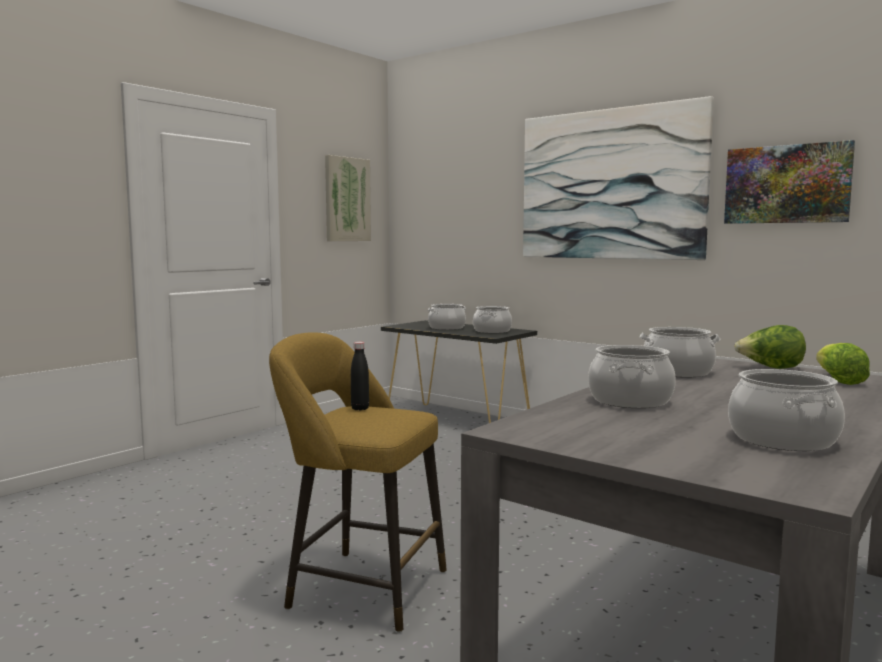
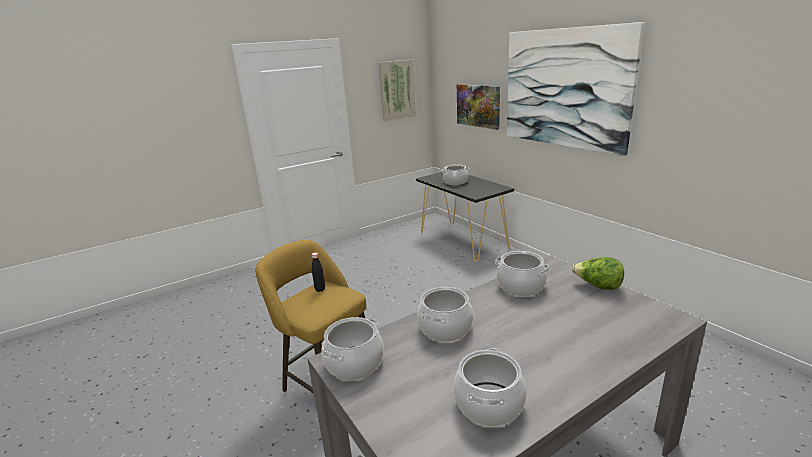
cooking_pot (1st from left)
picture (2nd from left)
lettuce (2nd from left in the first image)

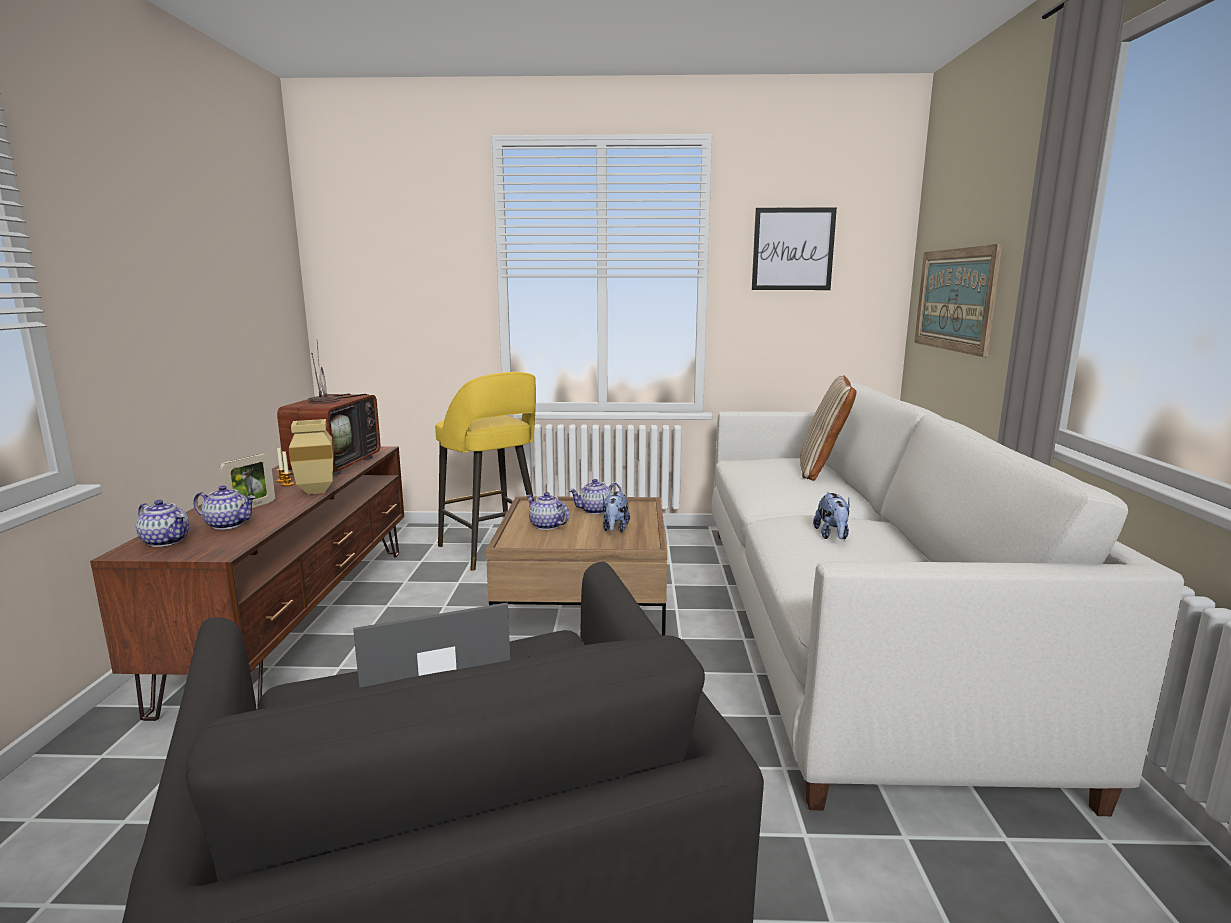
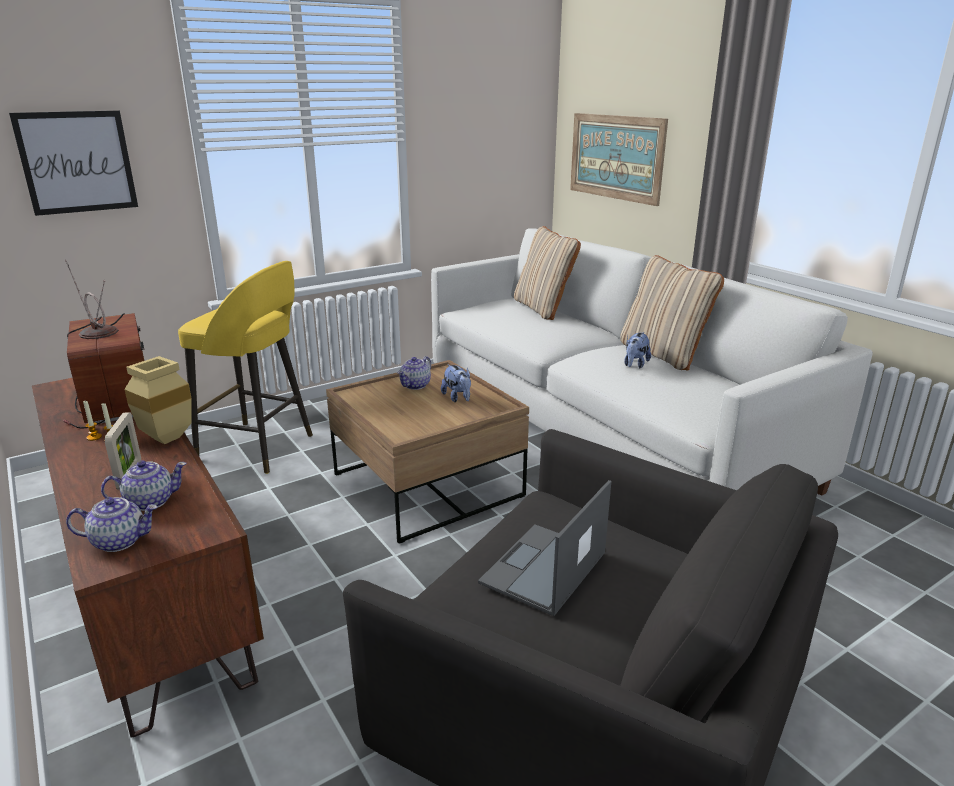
teapot (3rd from left in the first image)
picture (1st from left)
plush_toy (2nd from left)
beige_pillow (2nd from left)

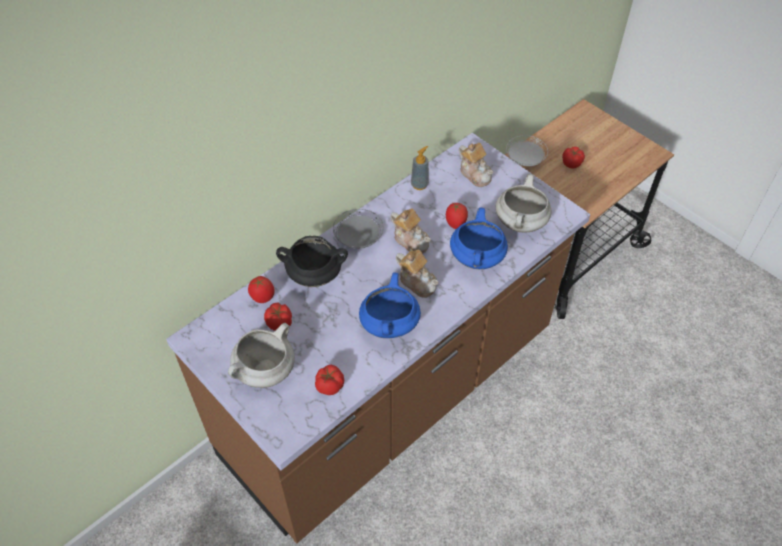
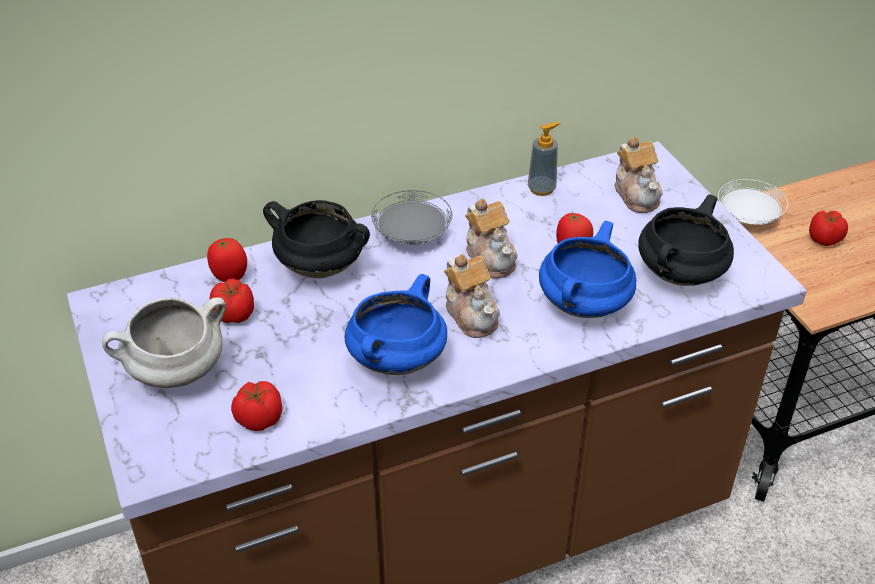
black_cooking_pot (2nd from left)

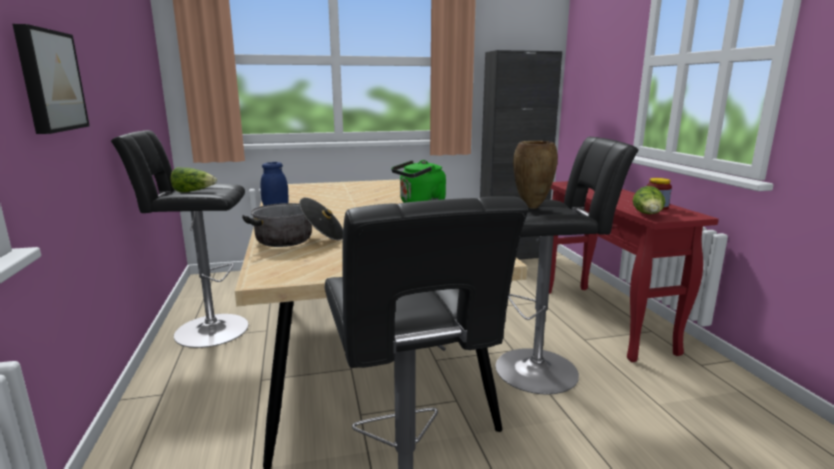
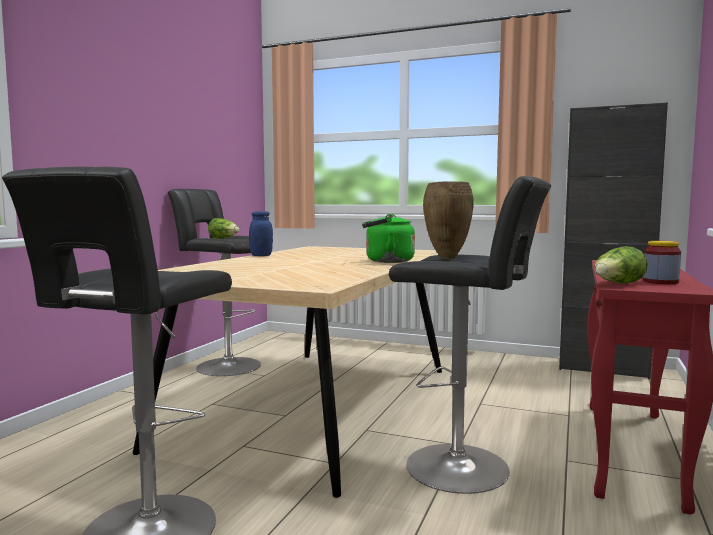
picture
cooking_pot

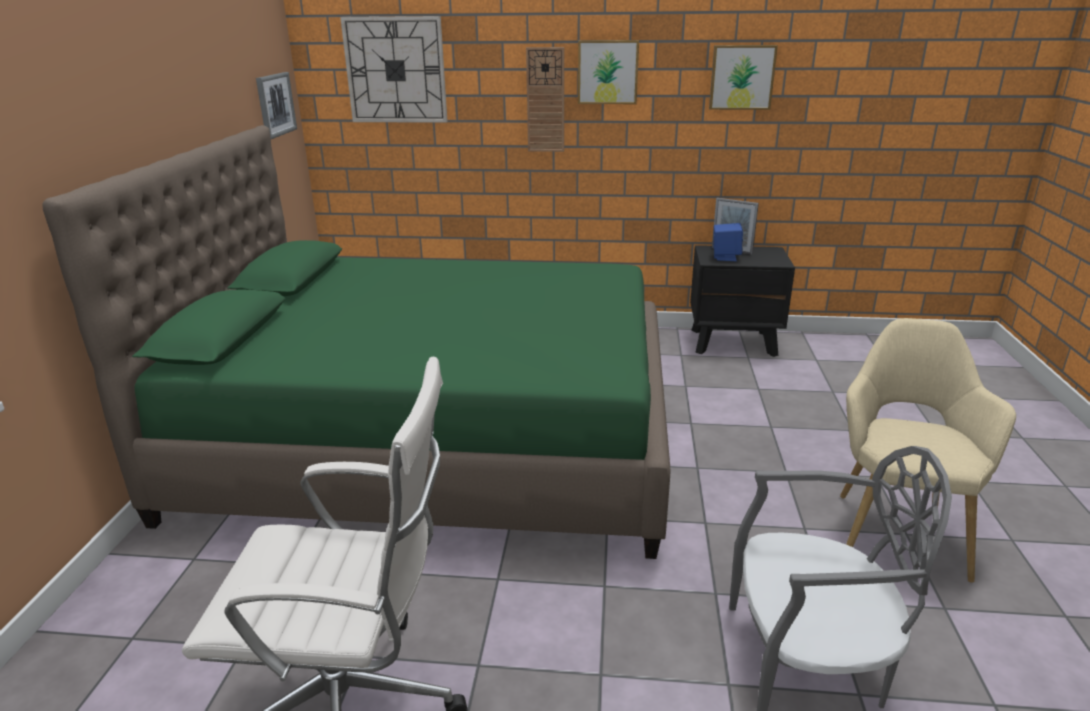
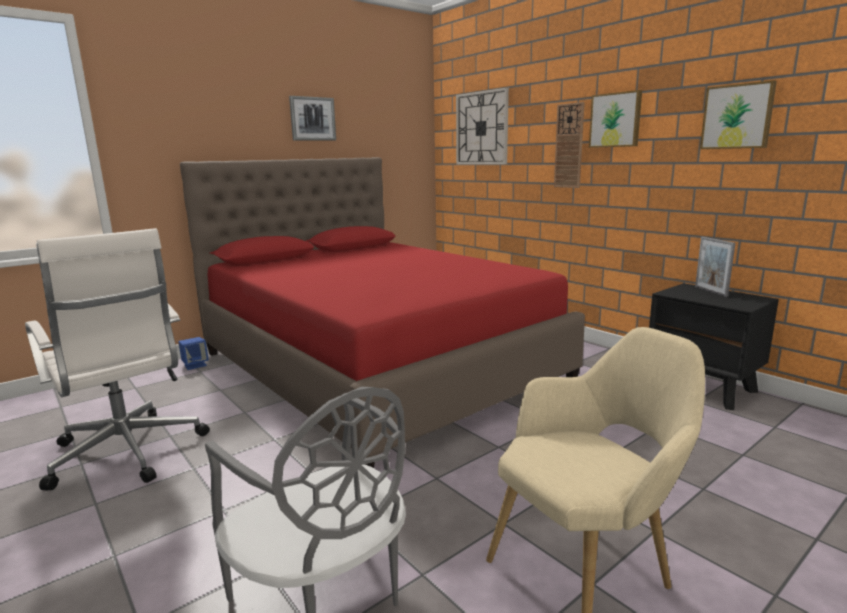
red_bed
picture (1st from left)
blue_speaker

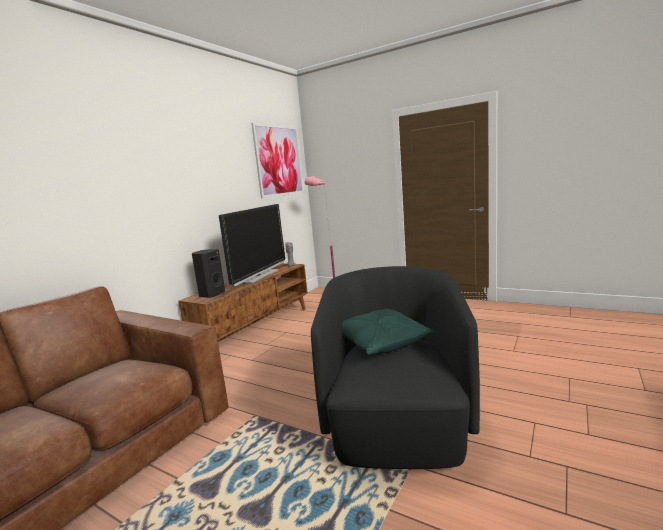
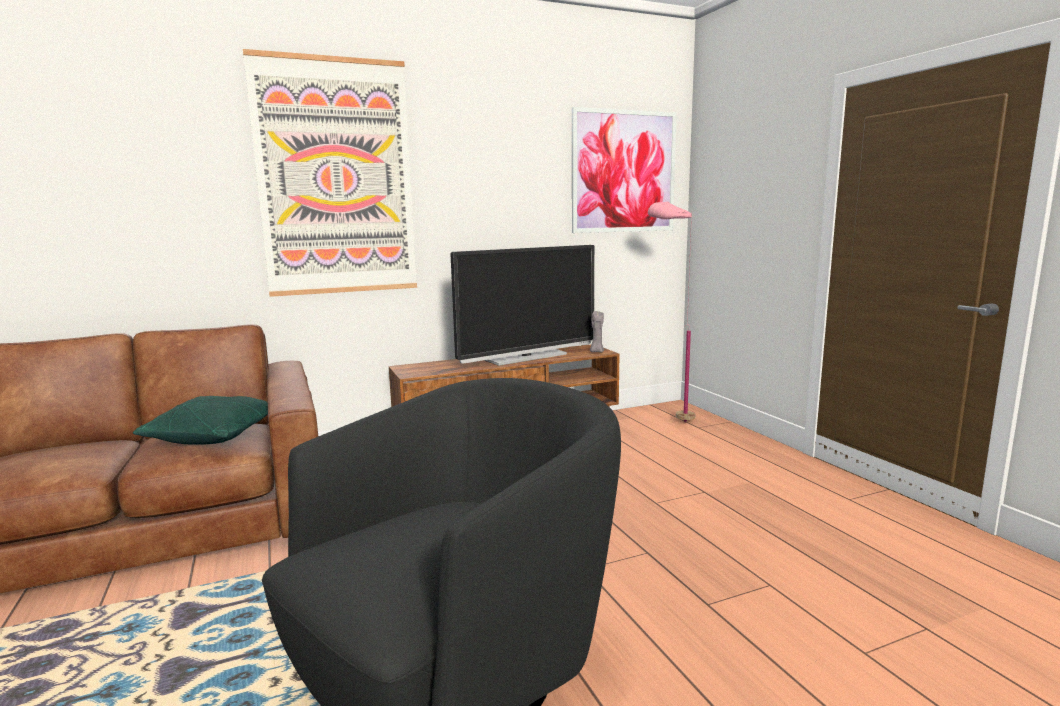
black_speaker
green_pillow
picture (1st from left)

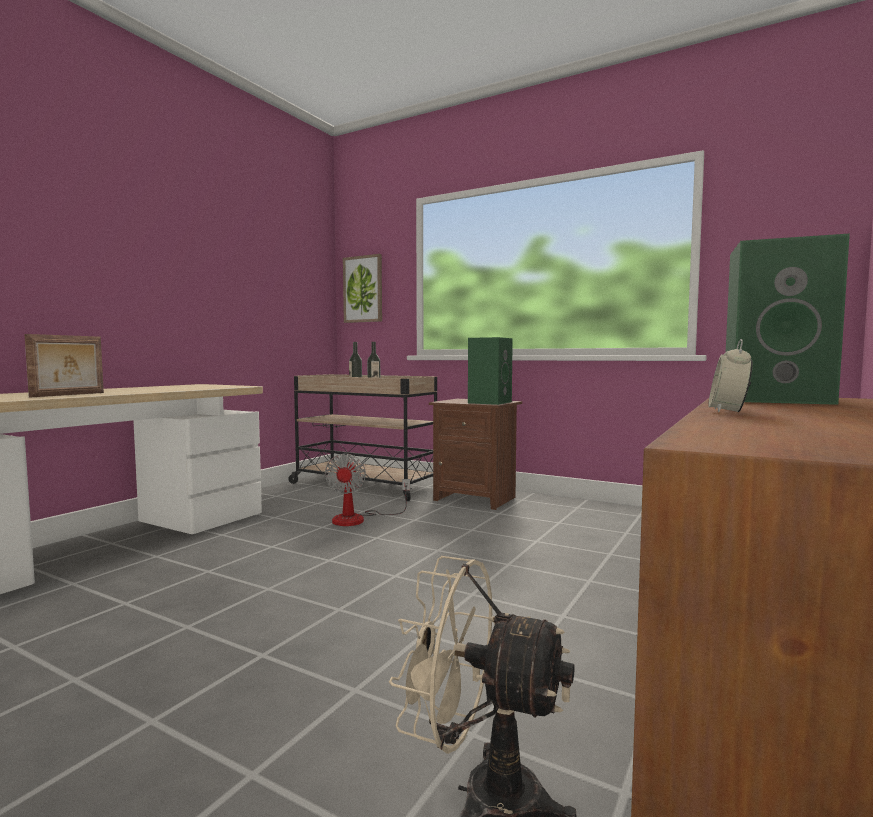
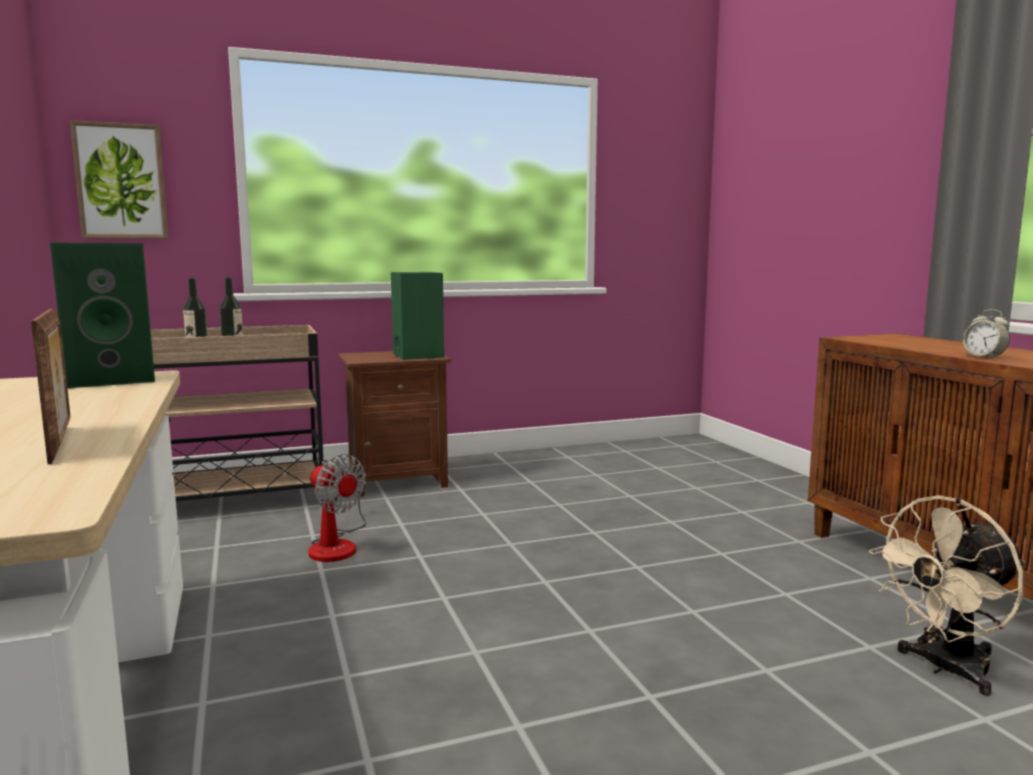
green_speaker (1st from left)

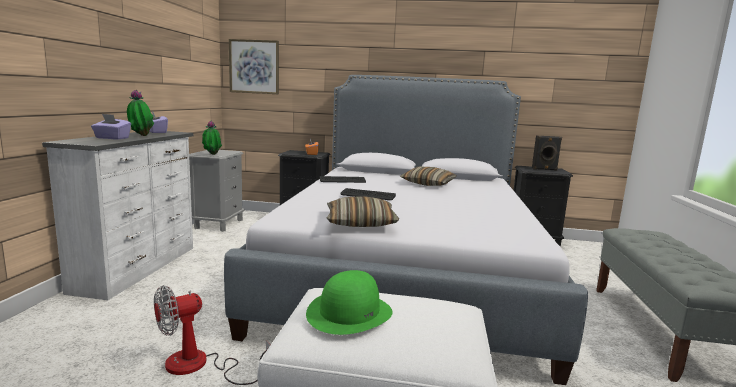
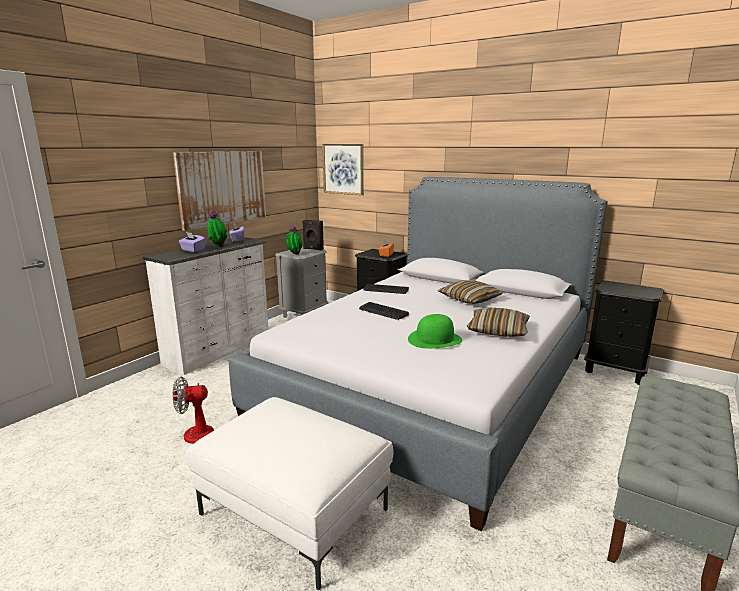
green_hat
pillow (2nd from left)
black_speaker
picture (1st from left)

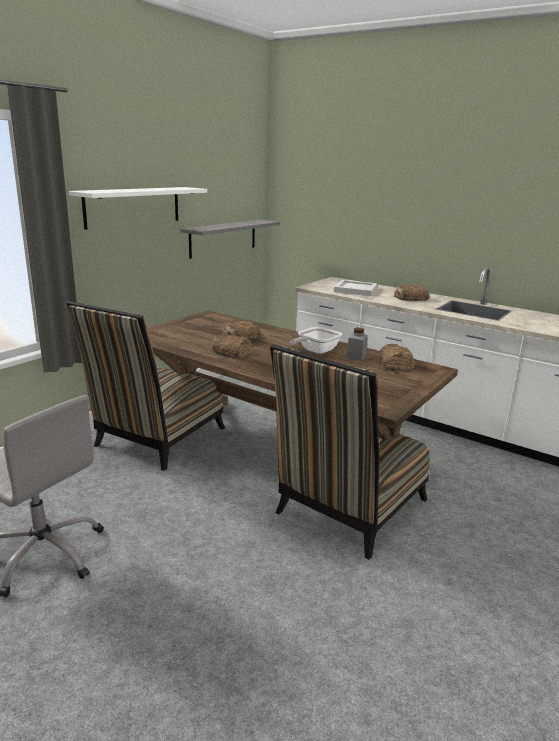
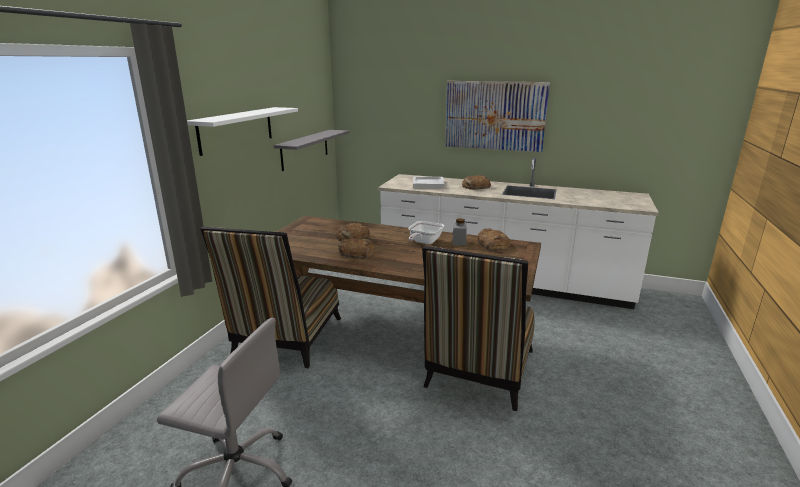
picture

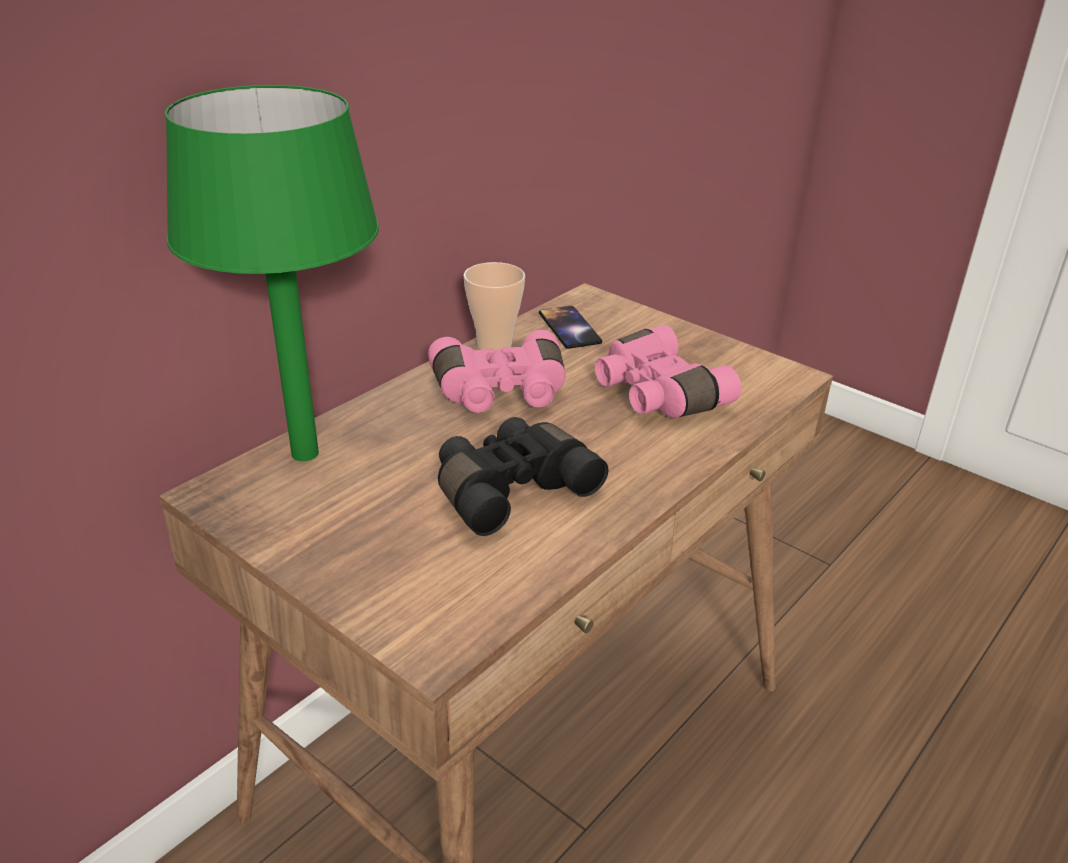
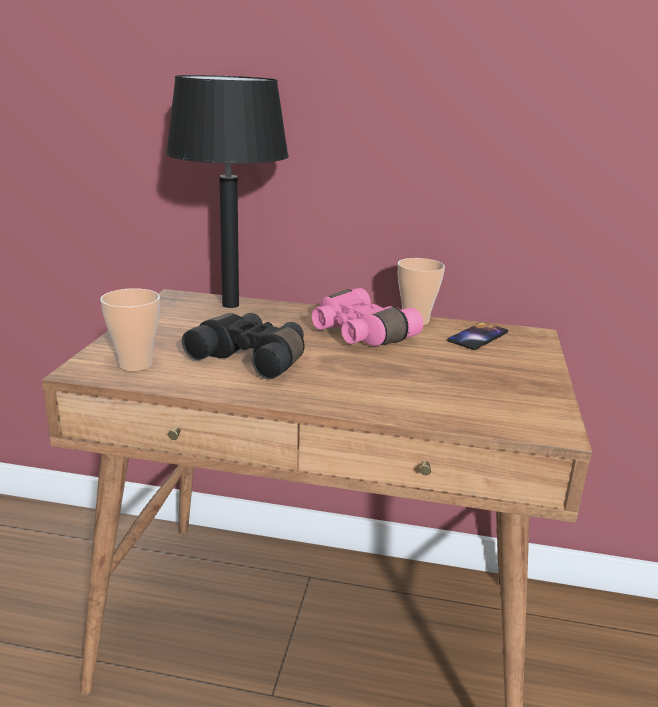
black_table_lamp
pink_binoculars (2nd from left in the first image)
cup (1st from left)

